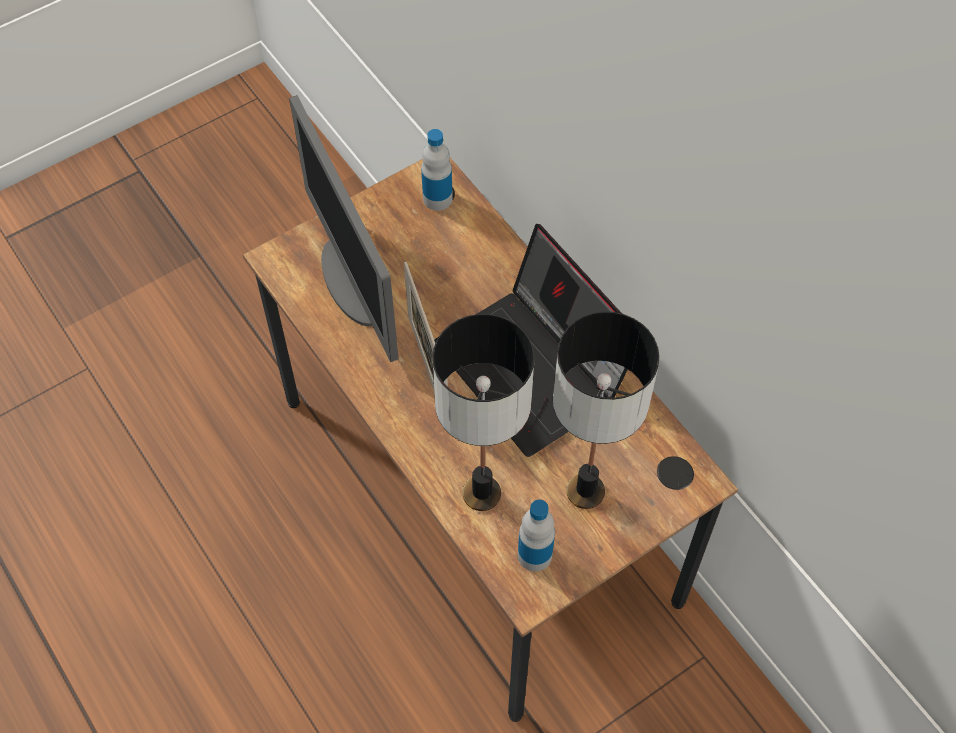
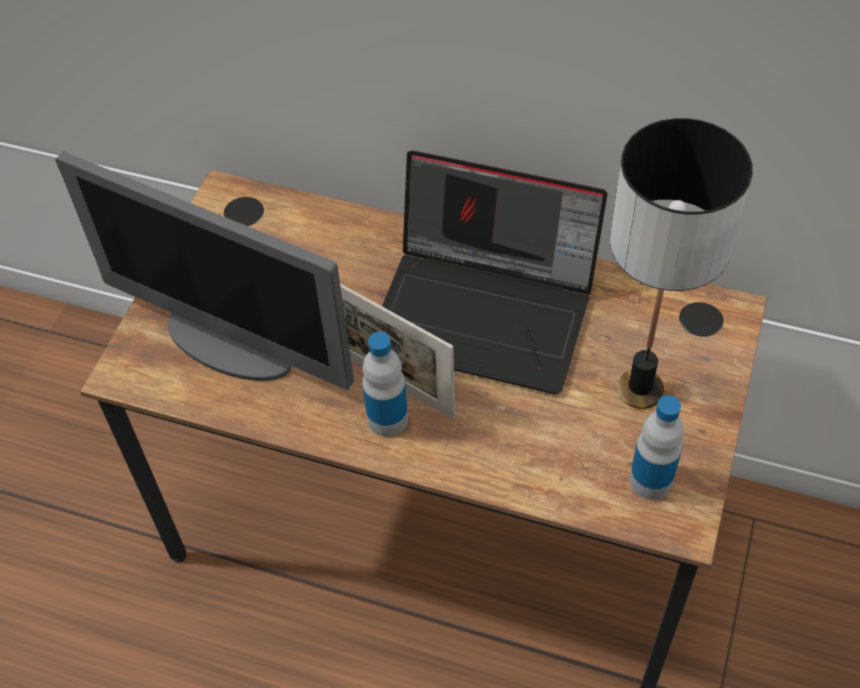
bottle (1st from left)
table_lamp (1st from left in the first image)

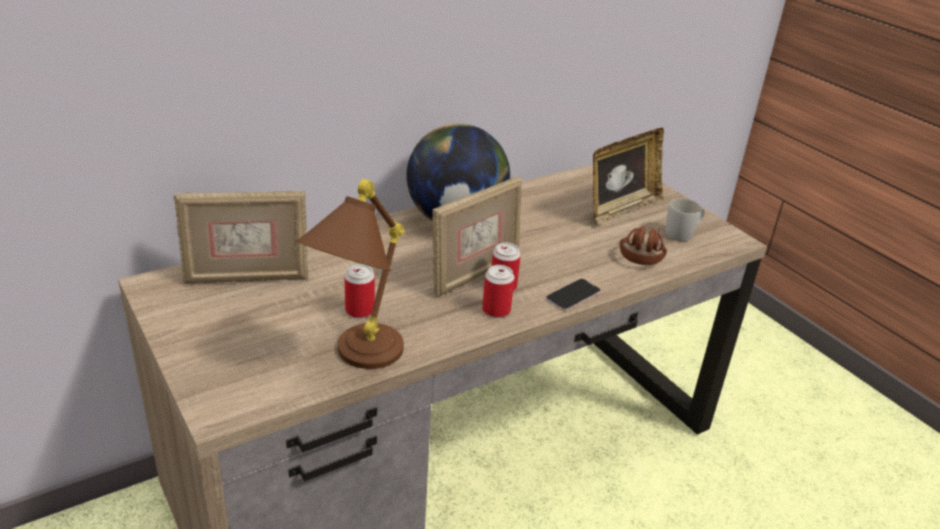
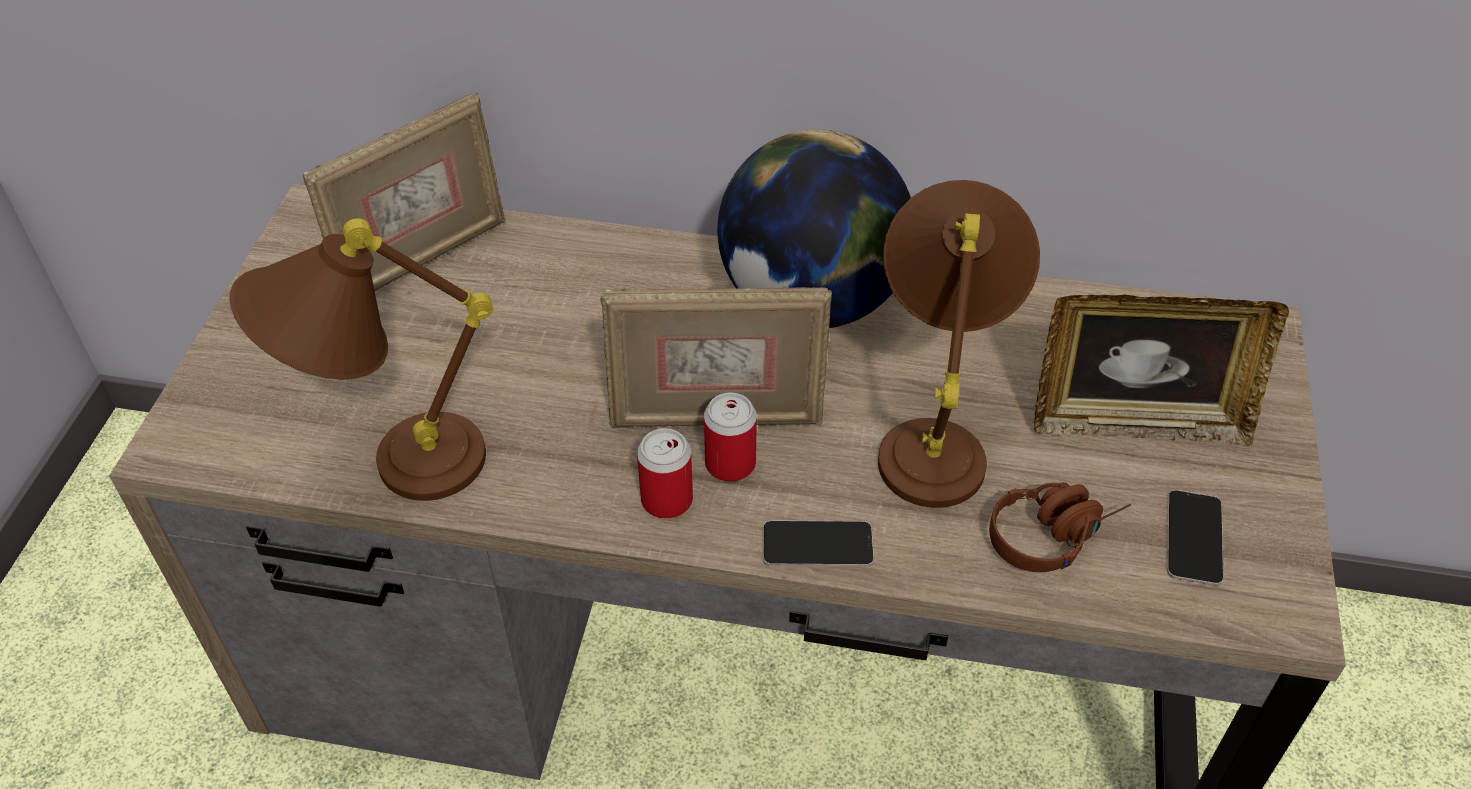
picture_frame (1st from left)
can (1st from left in the first image)
phone (2nd from left)
brown_table_lamp (2nd from left)

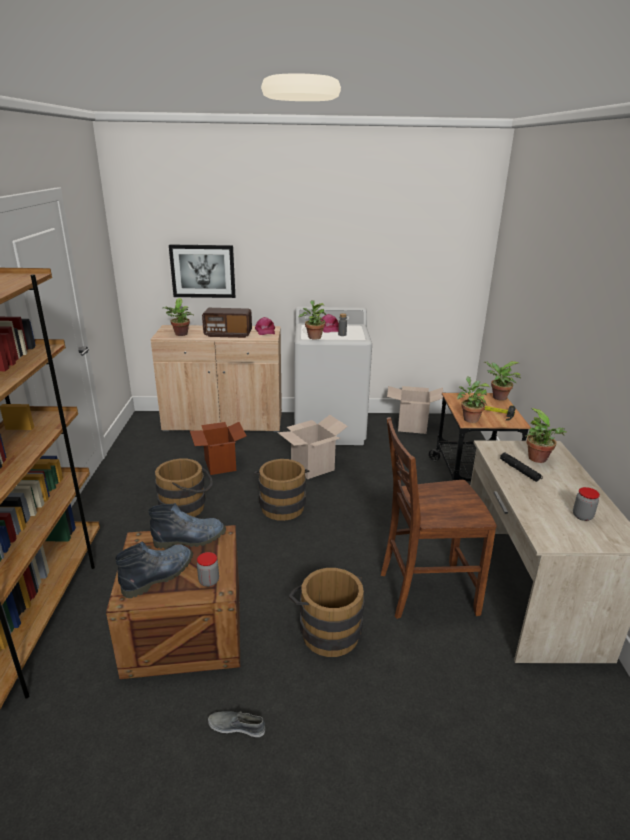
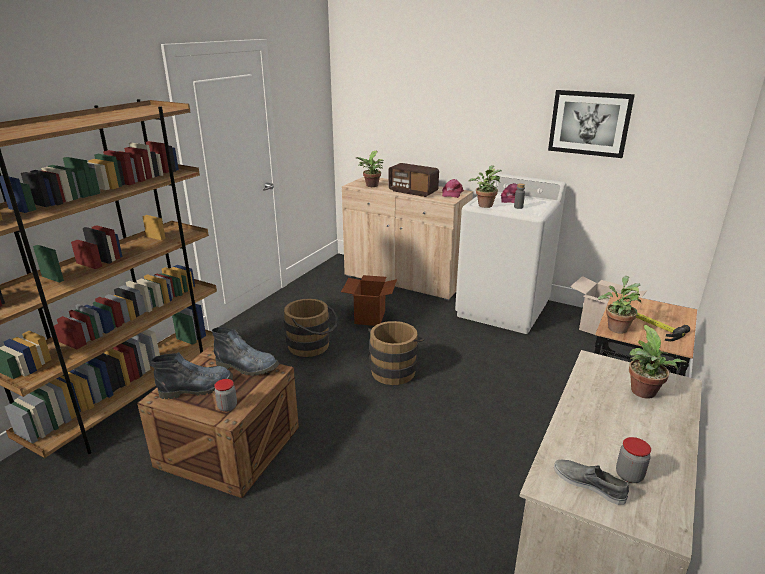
picture
grey_shoe
cardboard_box (2nd from left in the first image)
brown_bucket (3rd from left in the first image)
brown_chair
potted_plant (4th from left in the first image)
black_flashlight

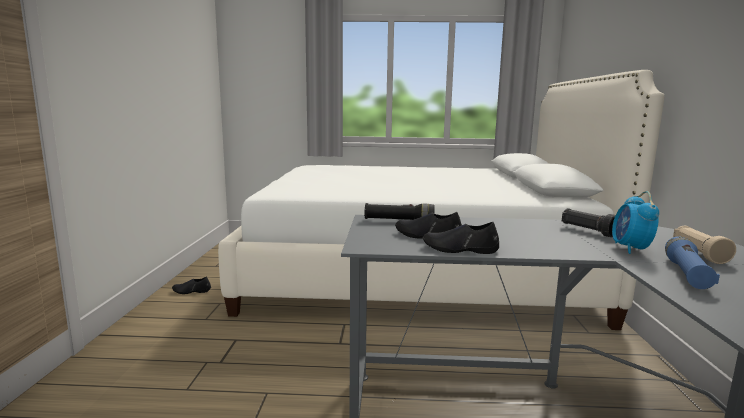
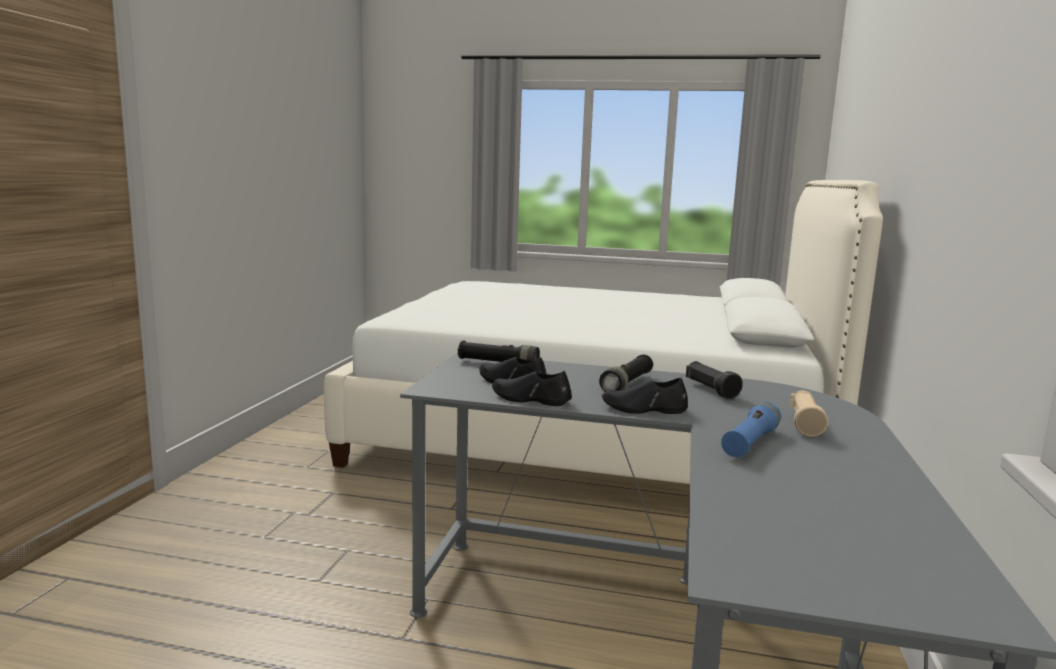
black_shoe (3rd from left)
alarm_clock
black_flashlight (2nd from left)

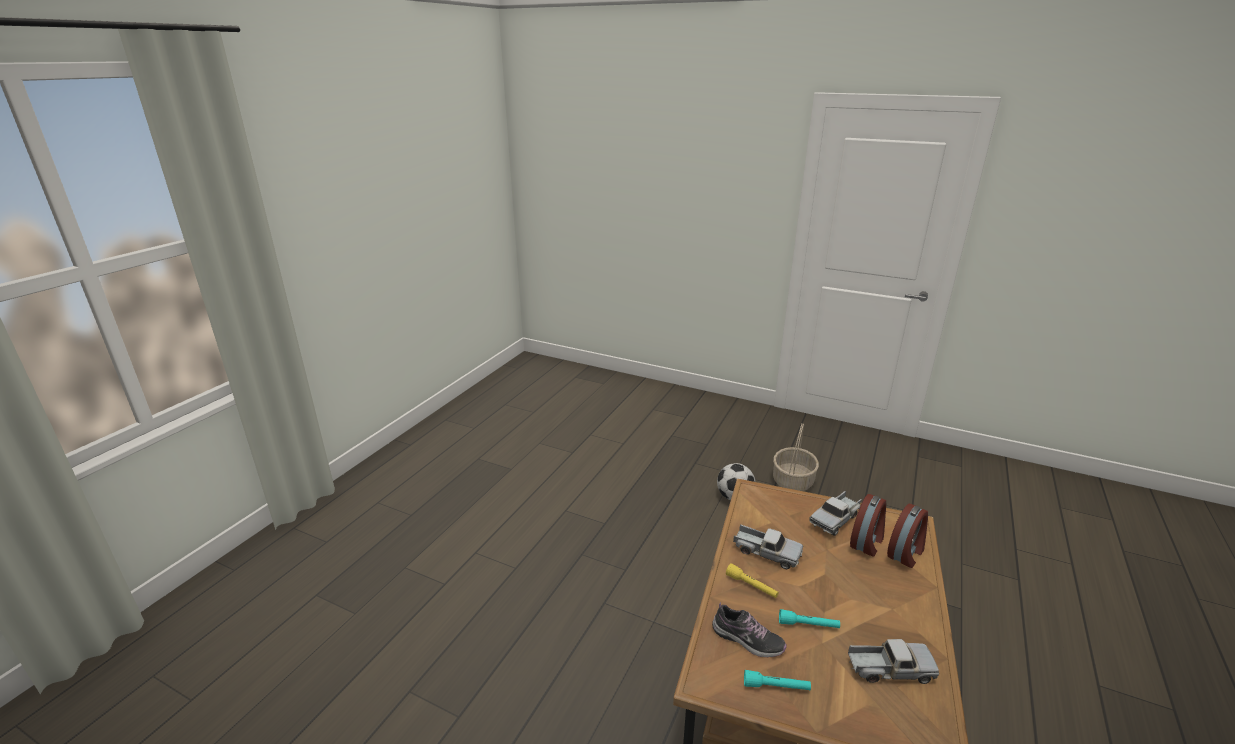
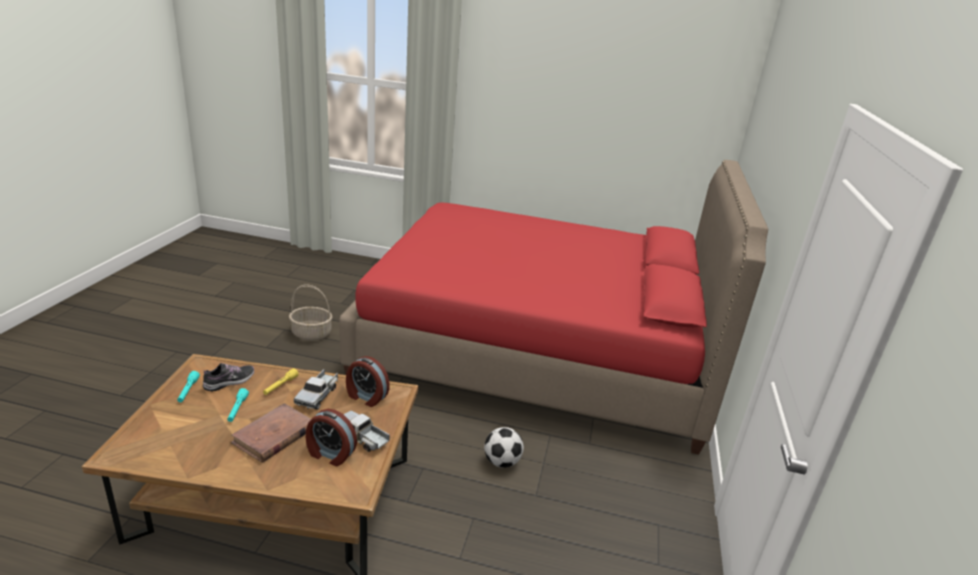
shoe
basket
toy_truck (3rd from left in the first image)
alarm_clock (2nd from left)
brown_book
red_bed

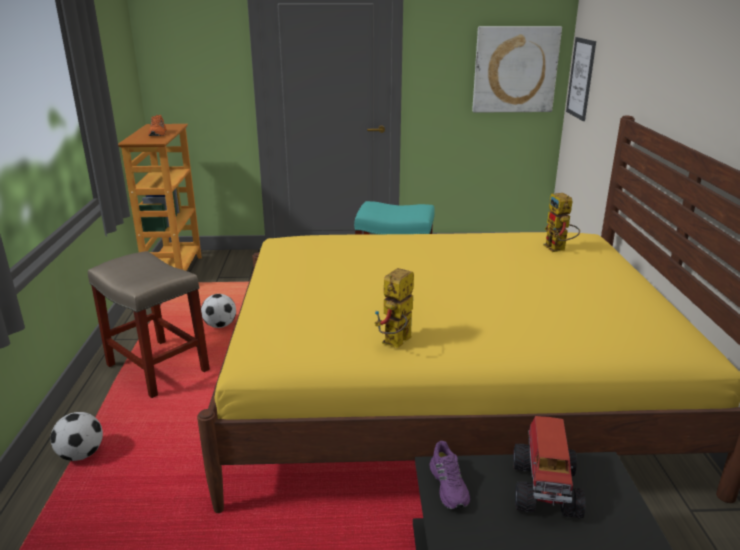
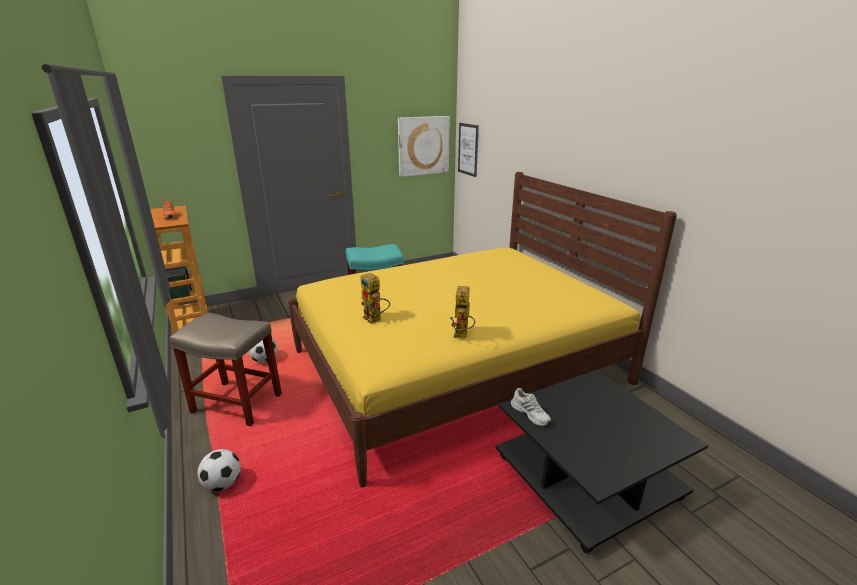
white_shoe
toy_truck
toy_robot (1st from left)

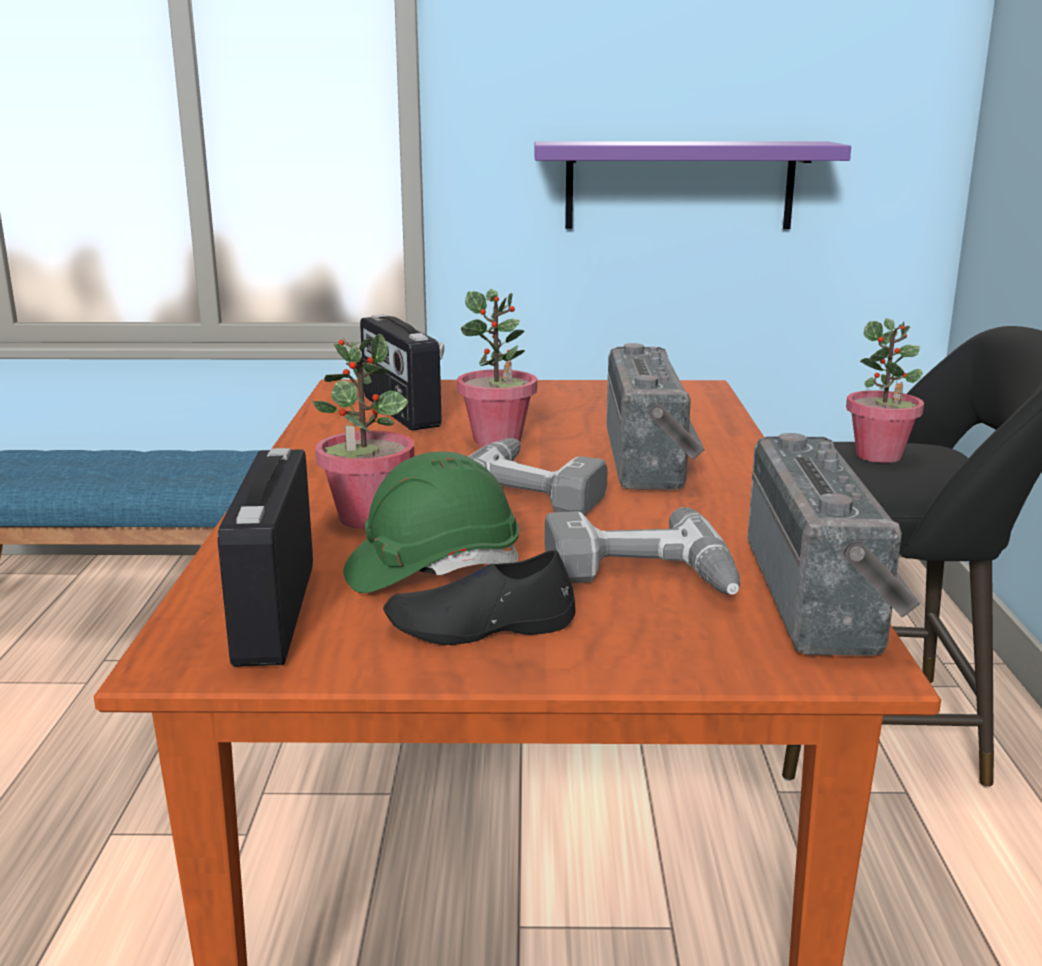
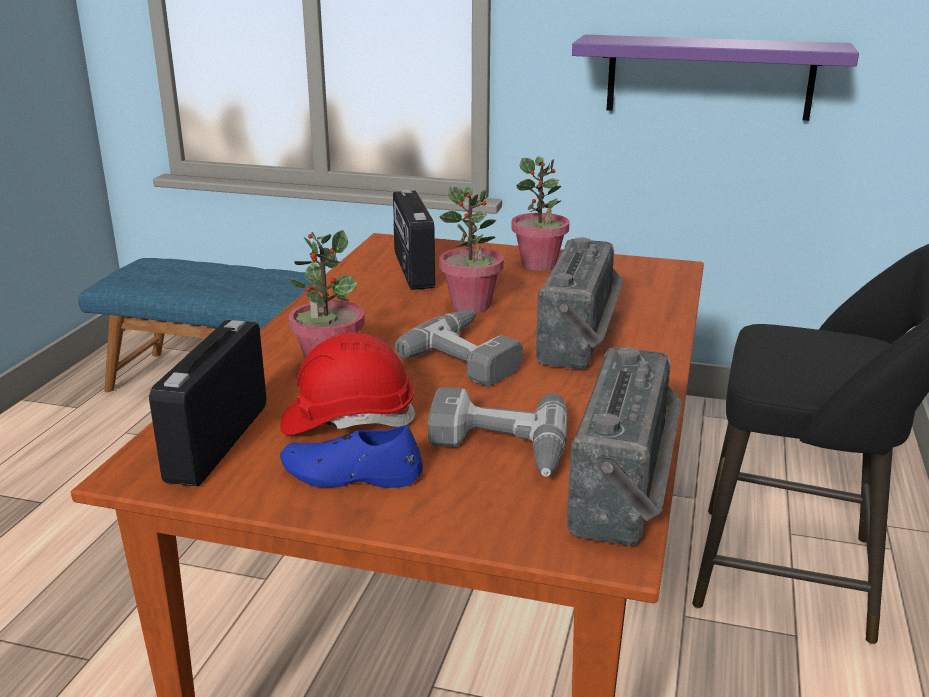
red_hard_hat
blue_shoe
potted_plant (3rd from left)

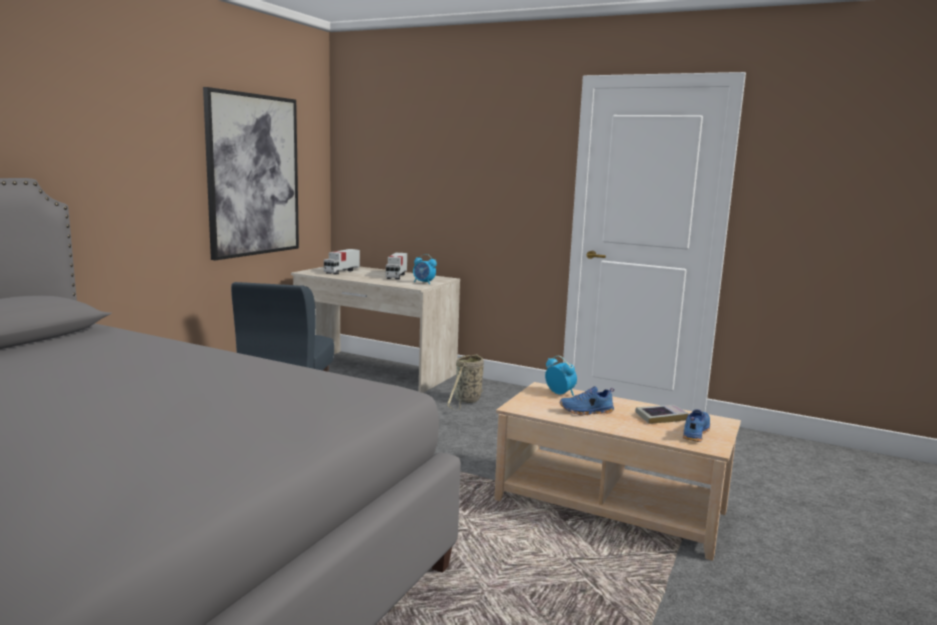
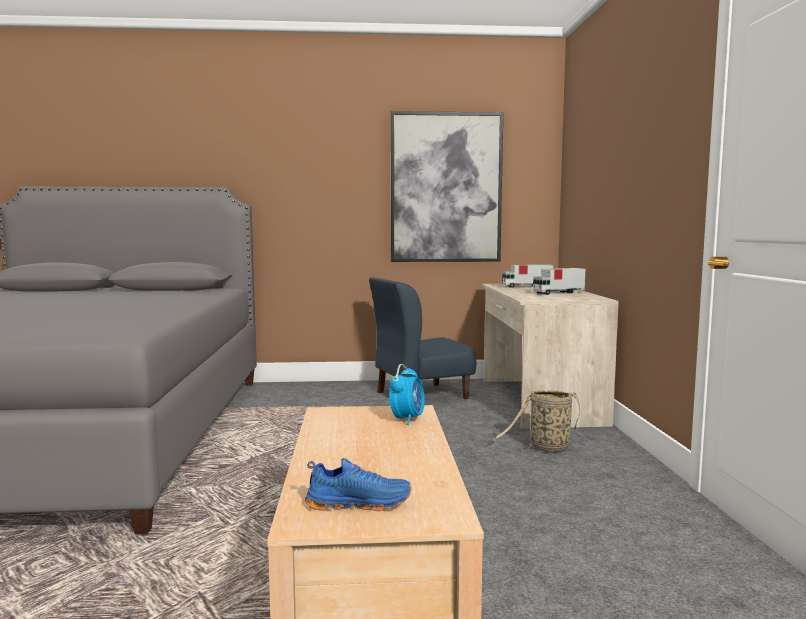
alarm_clock (1st from left in the first image)
blue_shoe (1st from left in the first image)
book

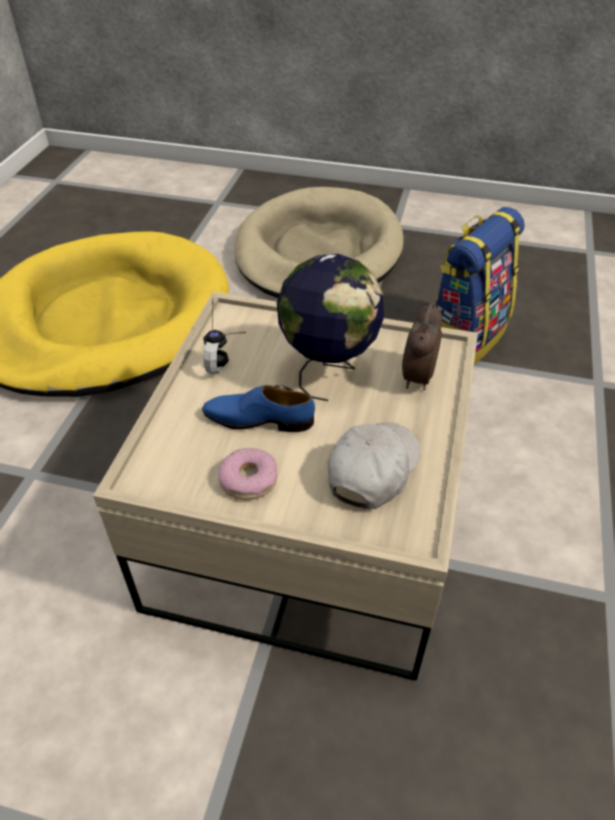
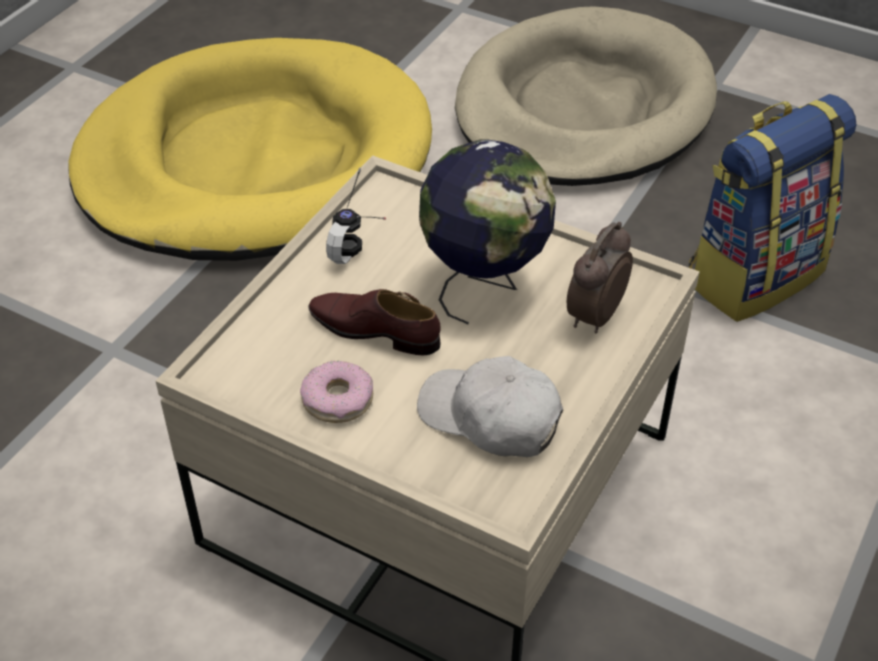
brown_shoe
white_cap

